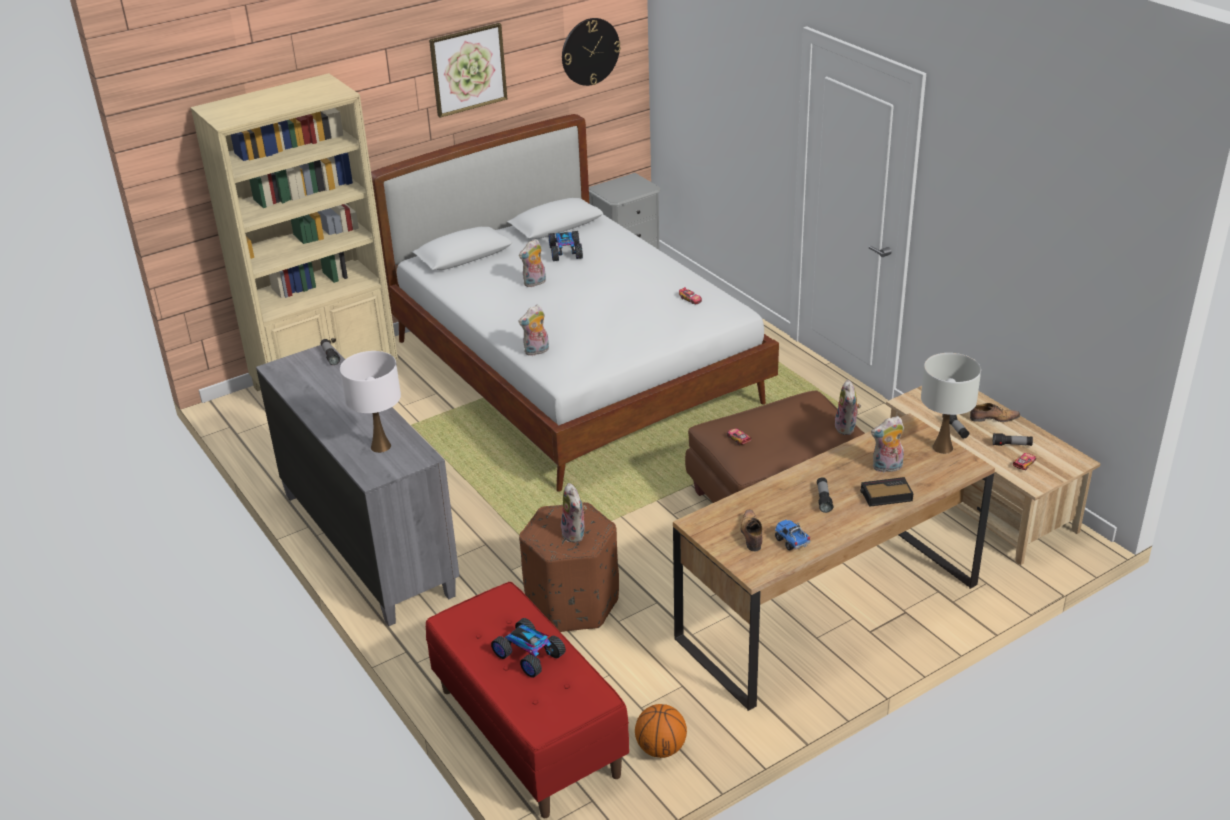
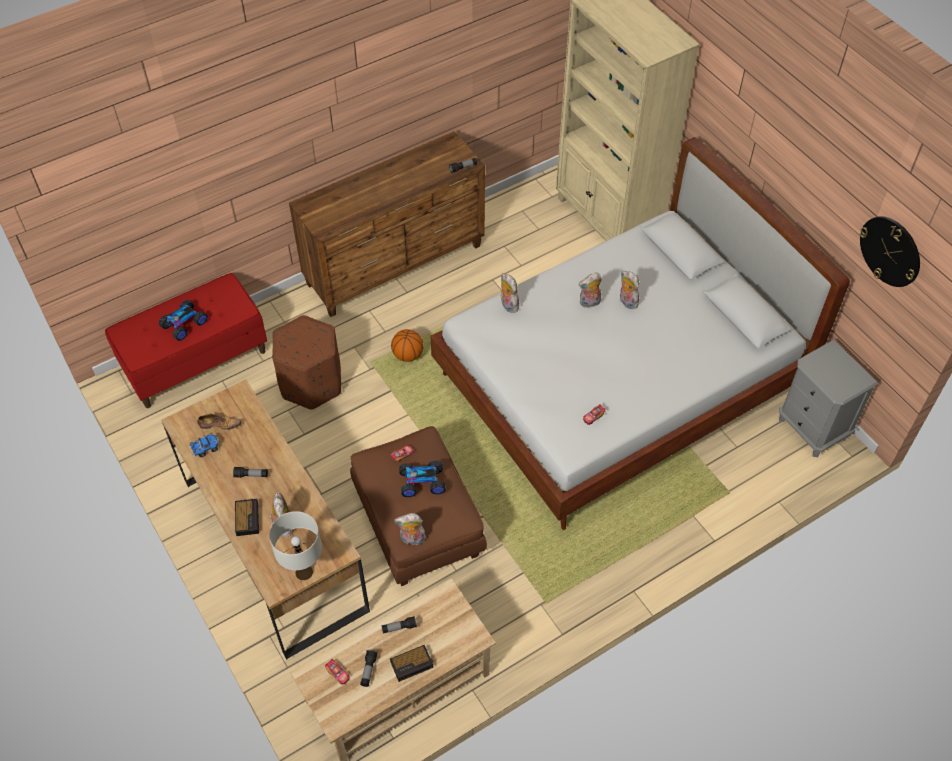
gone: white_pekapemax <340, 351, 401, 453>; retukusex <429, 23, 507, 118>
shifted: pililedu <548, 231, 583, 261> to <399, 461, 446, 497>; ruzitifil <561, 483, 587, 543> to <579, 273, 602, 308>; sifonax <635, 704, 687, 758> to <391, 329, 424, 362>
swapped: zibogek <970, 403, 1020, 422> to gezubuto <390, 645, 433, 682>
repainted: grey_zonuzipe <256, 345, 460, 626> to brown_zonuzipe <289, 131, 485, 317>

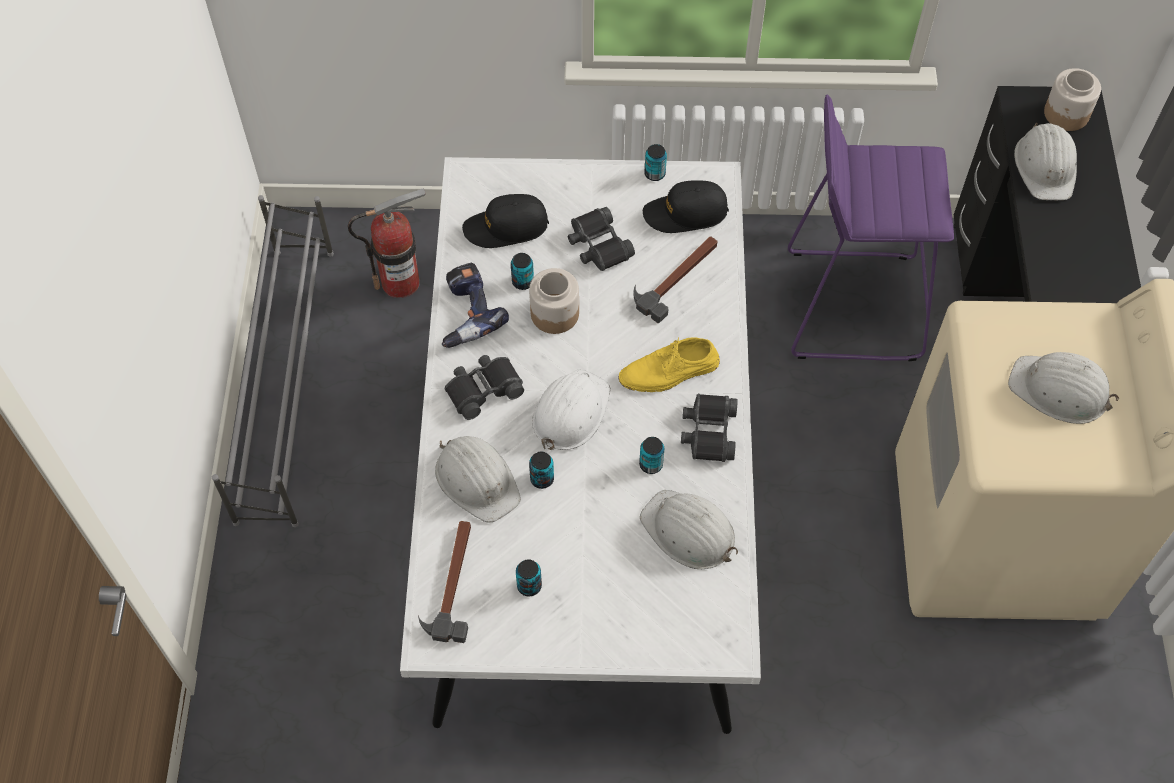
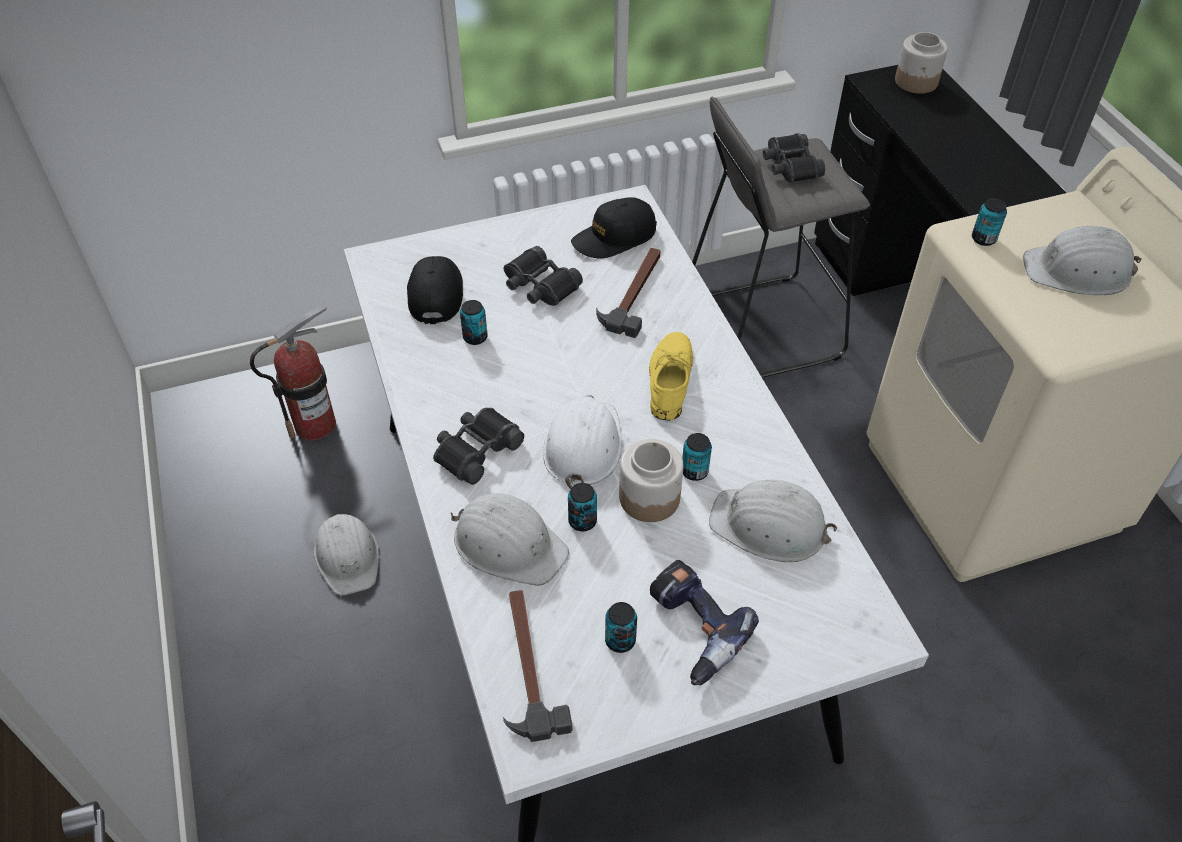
gone: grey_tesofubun <212, 195, 334, 527>
shifted: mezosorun <442, 263, 509, 348> to <650, 560, 759, 685>; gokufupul <529, 268, 579, 334> to <619, 439, 684, 522>; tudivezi <644, 144, 667, 181> to <972, 198, 1007, 246>; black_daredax <681, 394, 737, 462> to <763, 133, 825, 183>; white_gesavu <1014, 123, 1077, 200> to <314, 514, 379, 595>
repainted: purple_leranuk <788, 94, 954, 361> to grey_leranuk <692, 97, 870, 378>
rotated: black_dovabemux <462, 194, 549, 248> = <407, 256, 463, 324> 120 degrees clockwise; yellow_zibogek <619, 337, 720, 392> = <649, 332, 693, 421> 135 degrees clockwise

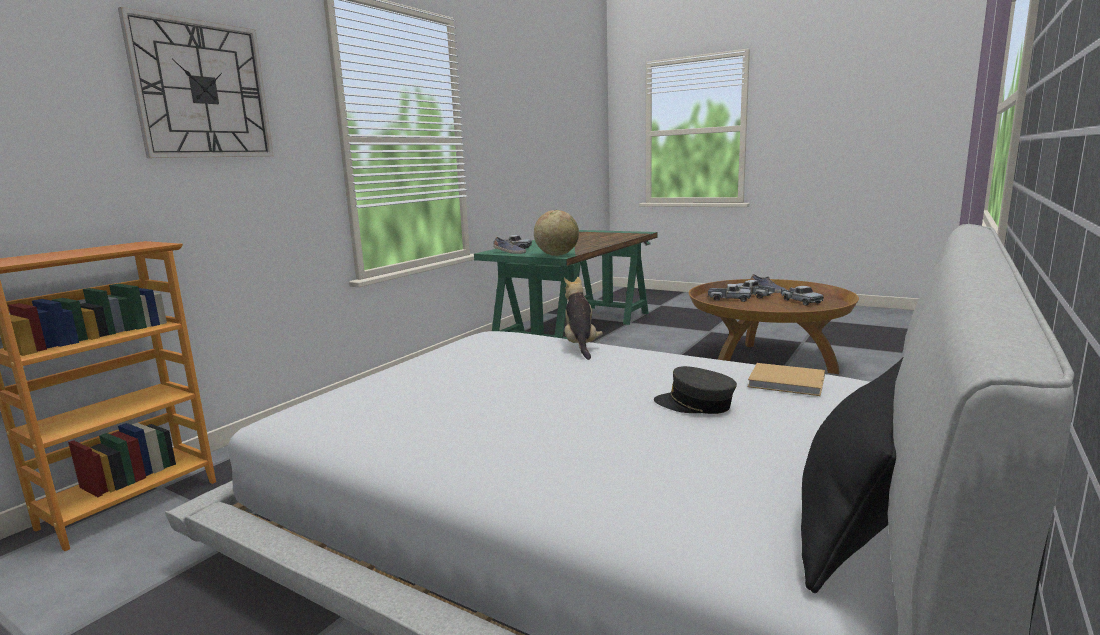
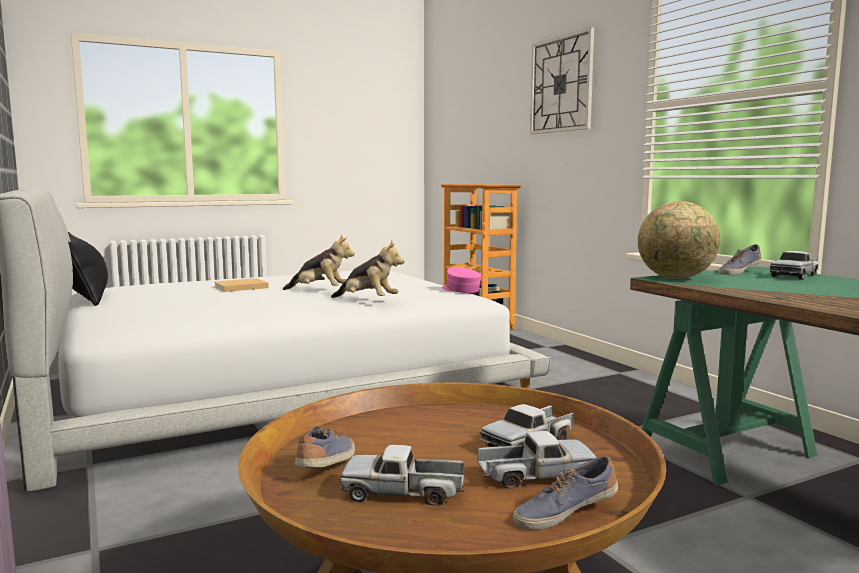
gone: grey_dovabemux <654, 366, 737, 414>
new: ruzitifil <283, 234, 355, 290>; zibogek <295, 426, 355, 468>; pink_dovabemux <442, 267, 482, 293>
shifted: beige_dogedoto <748, 363, 825, 396> to <214, 278, 269, 292>

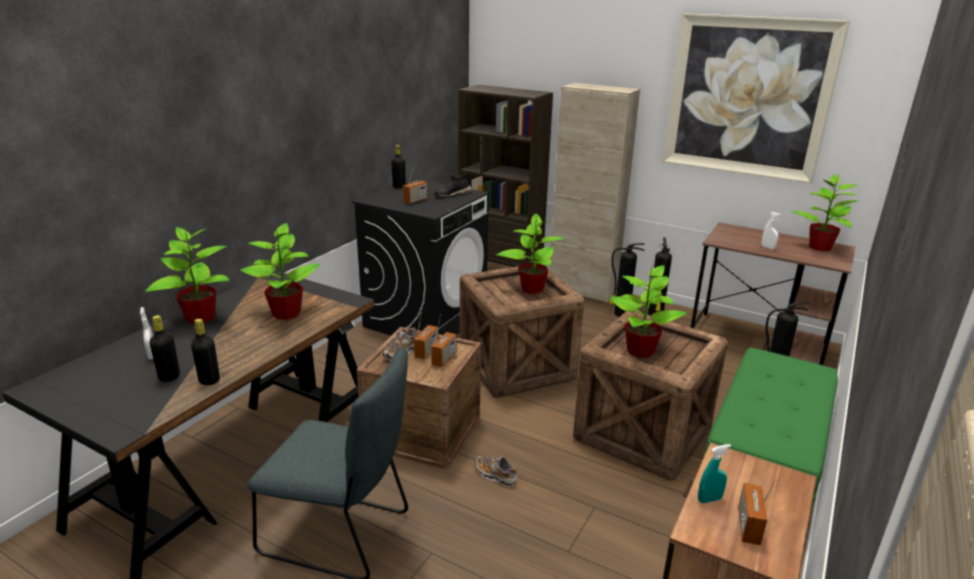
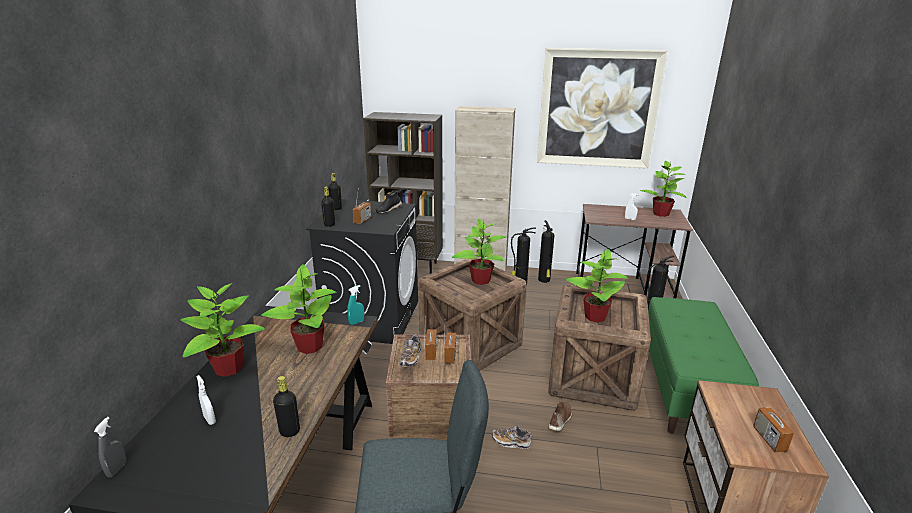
new: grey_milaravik <94, 417, 126, 477>; brown_zibogek <548, 401, 572, 432>
shifted: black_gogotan <150, 315, 180, 382> to <321, 187, 335, 227>; turquoise_milaravik <698, 444, 731, 503> to <347, 285, 364, 325>

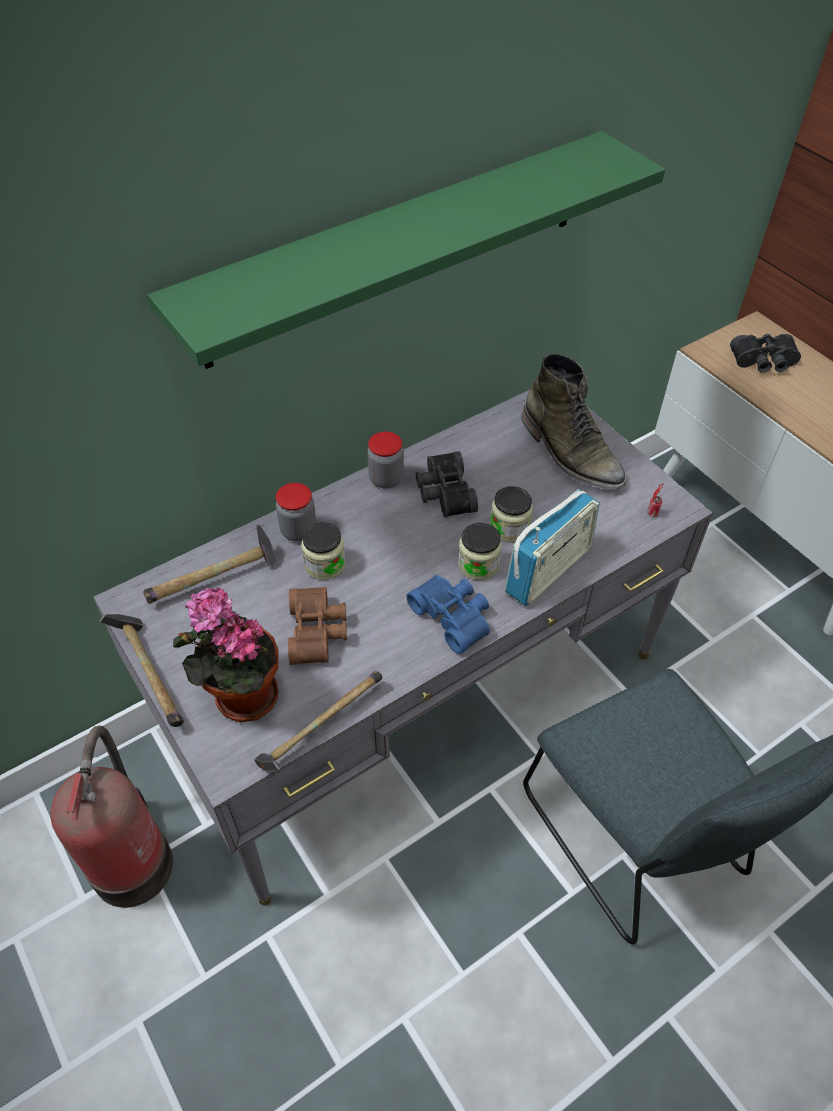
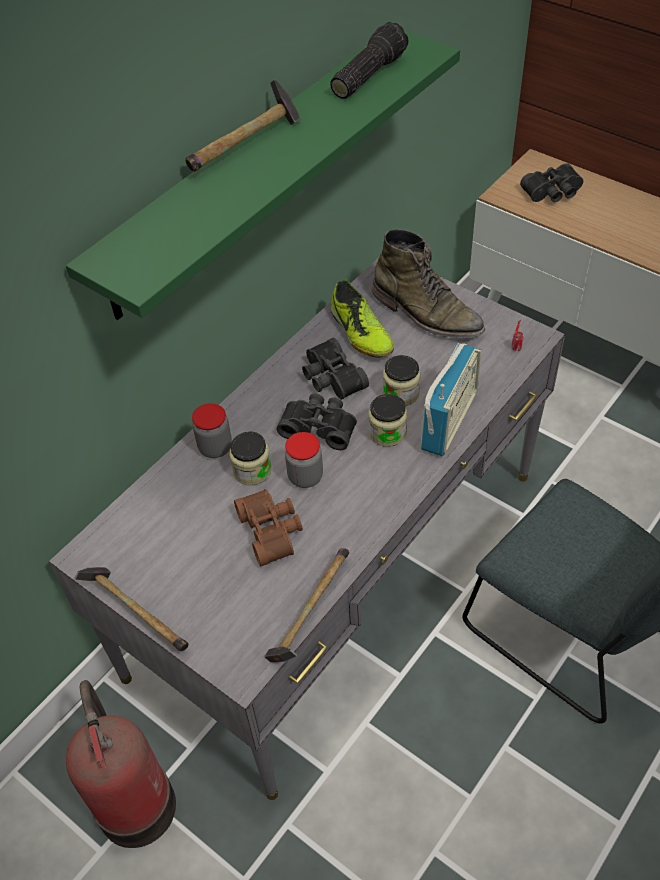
gone: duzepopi <173, 587, 279, 722>; blue_daredax <406, 575, 490, 654>
new: black_daredax <276, 393, 357, 450>; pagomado <330, 22, 409, 99>; zibogek <331, 280, 394, 358>
shifted: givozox <143, 524, 278, 604> to <185, 79, 301, 172>; gokufupul <367, 432, 404, 489> to <285, 432, 323, 488>

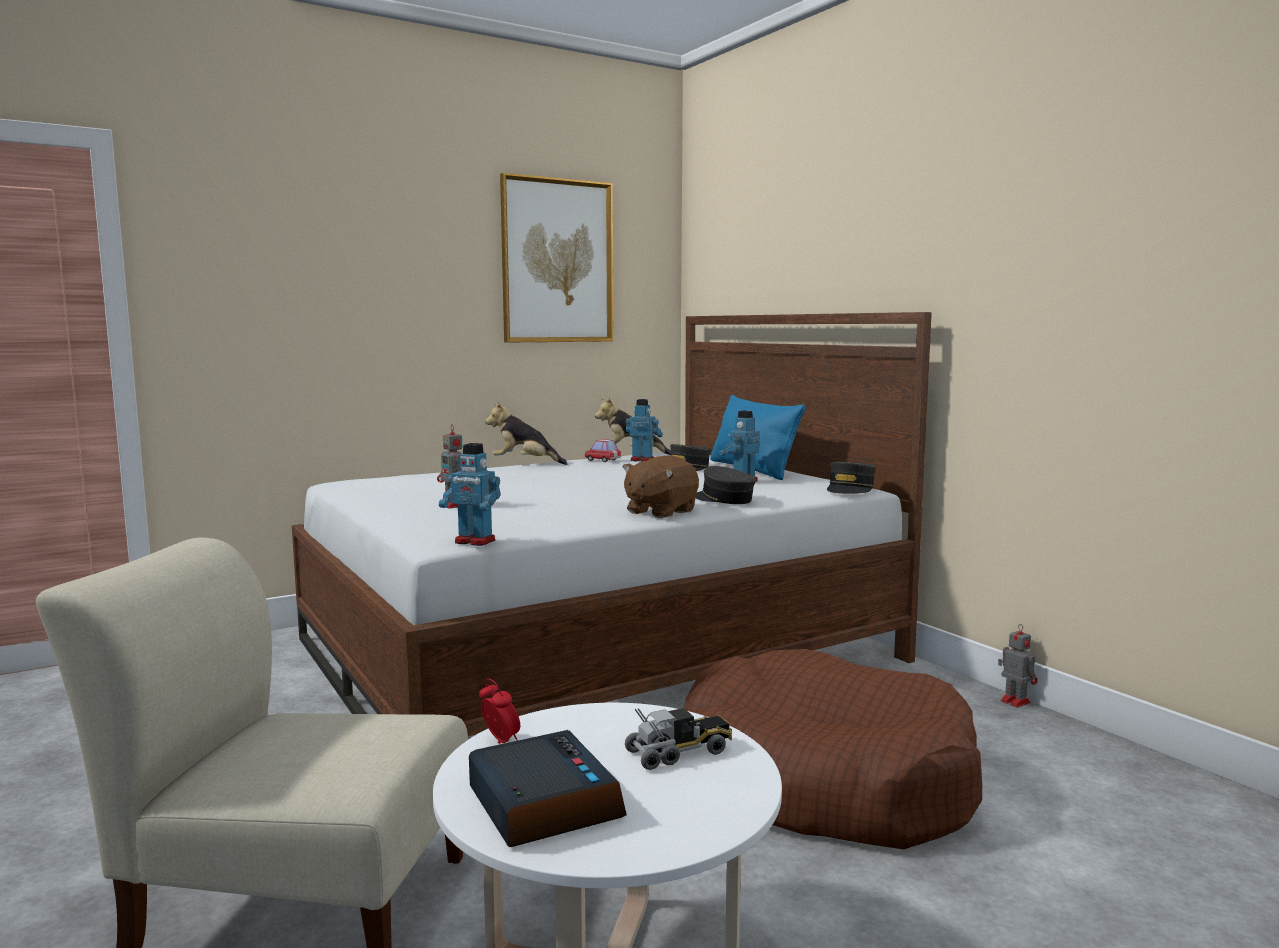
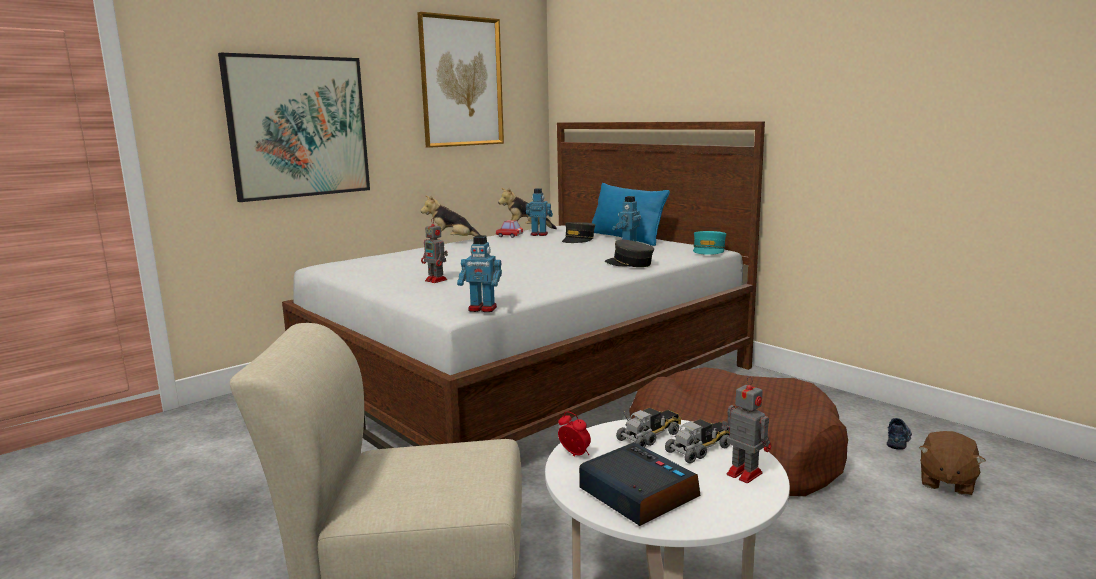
new: retukusex <218, 53, 370, 202>; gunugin <616, 408, 681, 447>; zibogek <887, 418, 912, 450>
shifted: brown_ruzitifil <623, 455, 699, 518> to <919, 431, 986, 496>; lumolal <998, 624, 1038, 708> to <722, 376, 771, 483>
repainted: grey_dovabemux <827, 462, 876, 494> to turquoise_dovabemux <693, 231, 726, 255>

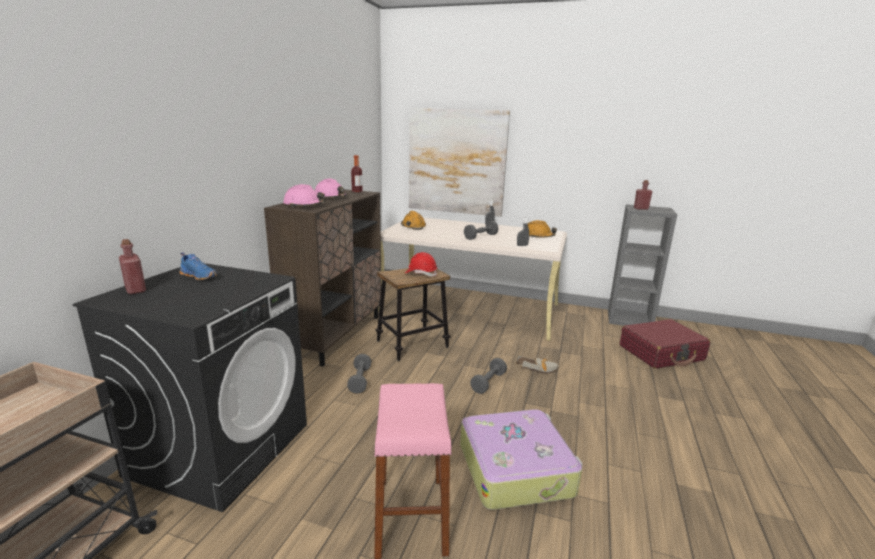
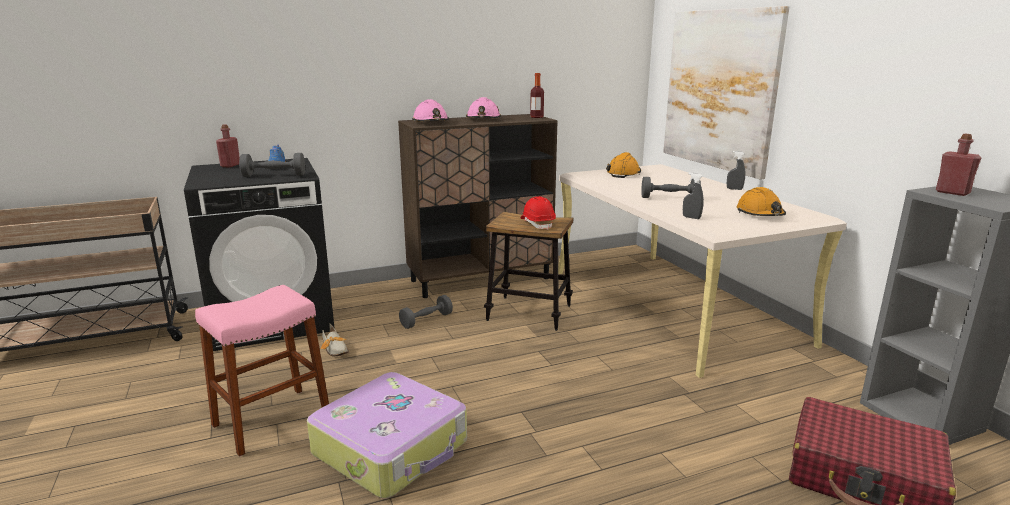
shifted: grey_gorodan <470, 358, 507, 394> to <239, 153, 305, 177>; zibogek <516, 355, 559, 373> to <321, 324, 349, 356>

